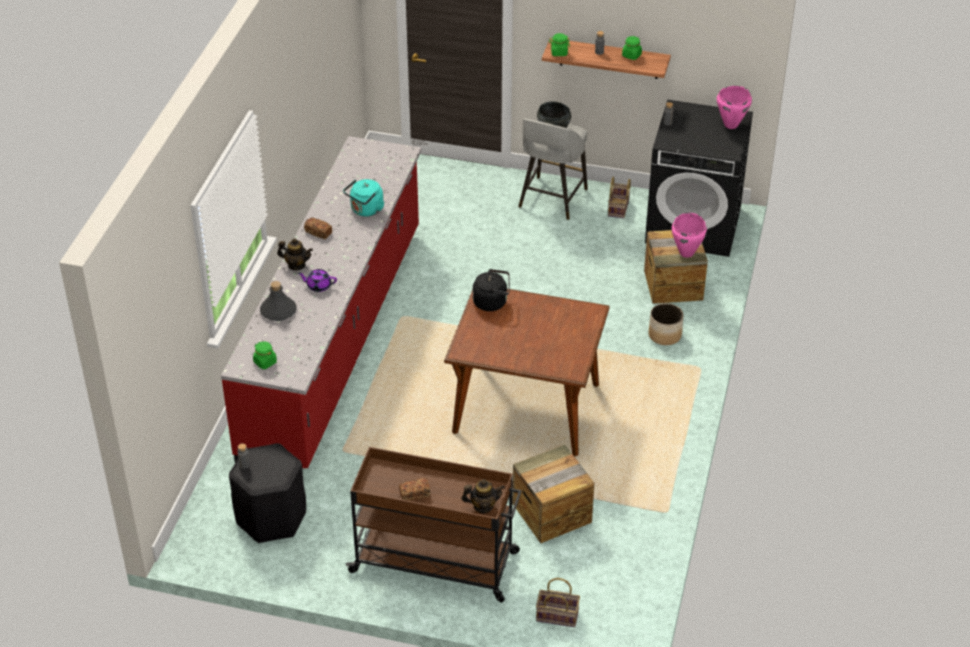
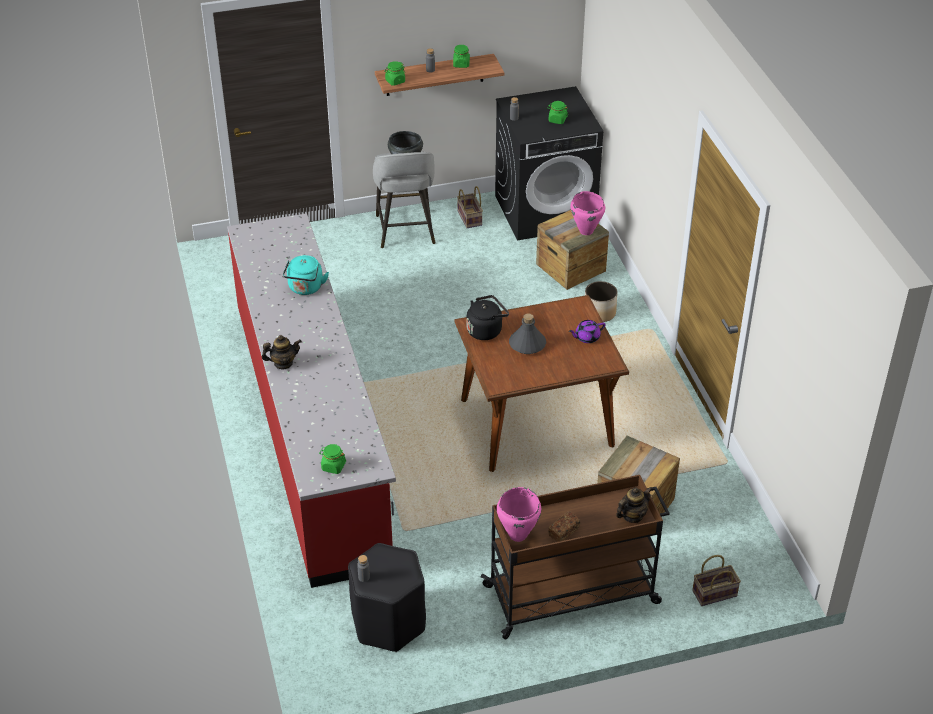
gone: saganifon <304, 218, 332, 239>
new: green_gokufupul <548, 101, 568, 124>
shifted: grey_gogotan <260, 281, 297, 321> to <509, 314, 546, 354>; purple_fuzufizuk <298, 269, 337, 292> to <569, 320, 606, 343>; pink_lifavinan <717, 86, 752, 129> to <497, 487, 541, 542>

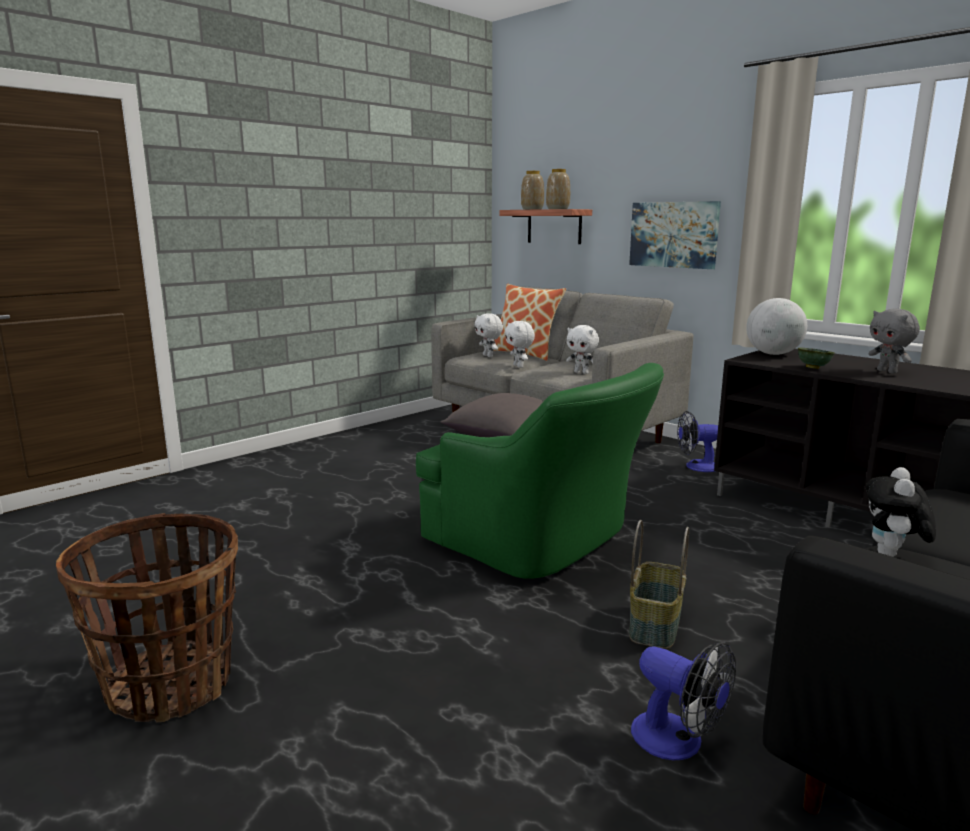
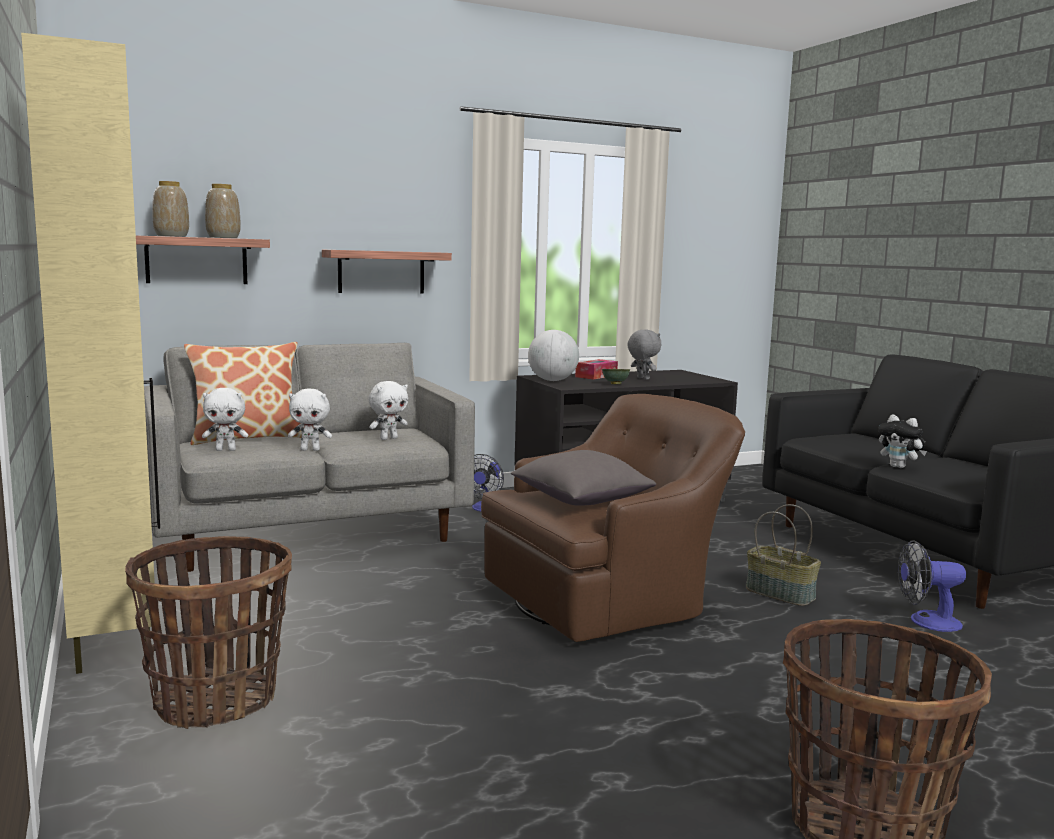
new: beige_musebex <21, 33, 160, 674>; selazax <125, 536, 292, 729>; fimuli <575, 359, 618, 380>
swapped: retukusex <629, 201, 721, 269> to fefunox <322, 250, 452, 294>
repainted: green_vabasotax <416, 363, 664, 579> to brown_vabasotax <481, 394, 745, 642>
rotated: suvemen <631, 642, 736, 760> = <898, 540, 966, 632> 150 degrees counterclockwise; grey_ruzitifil <869, 309, 920, 374> = <627, 330, 661, 380> 120 degrees counterclockwise

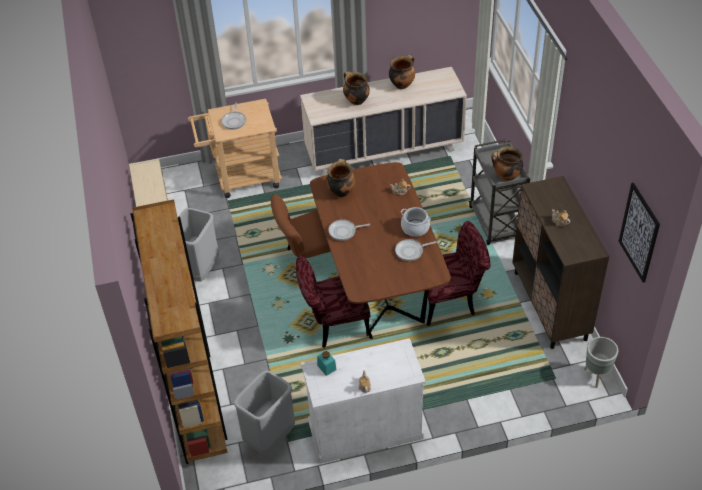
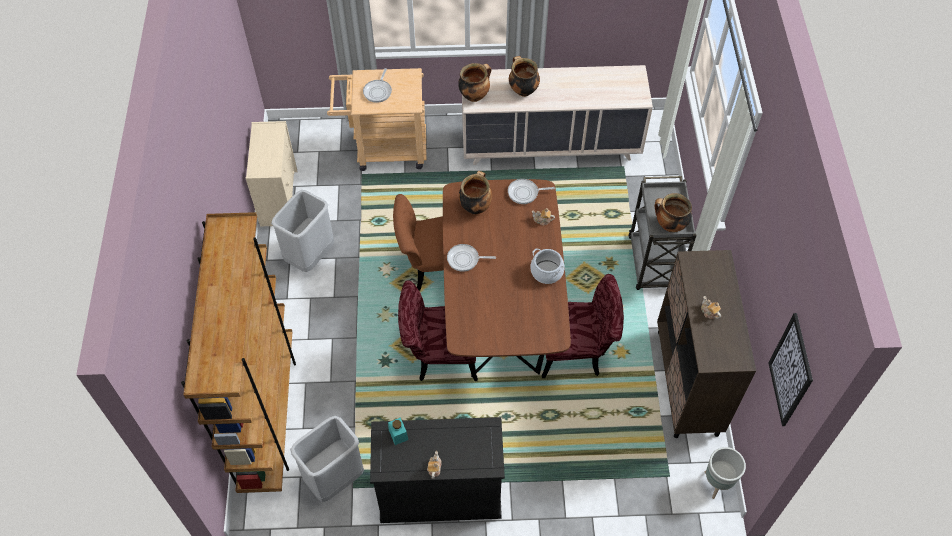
shifted: lifavinan <389, 55, 415, 89> to <458, 63, 491, 102>; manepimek <395, 239, 437, 261> to <508, 179, 555, 204>
repainted: white_musebex <301, 338, 426, 464> to black_musebex <370, 417, 505, 523>

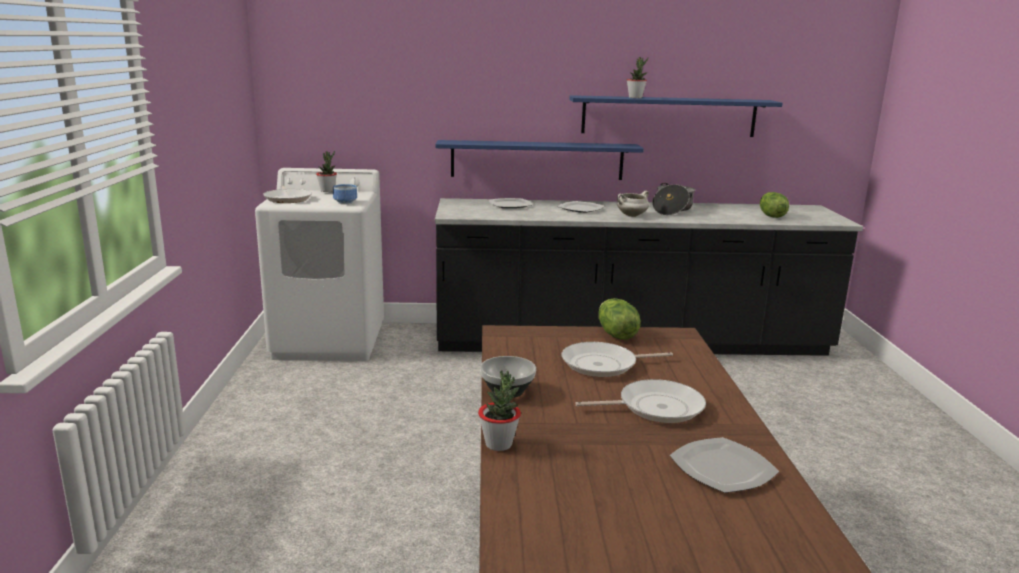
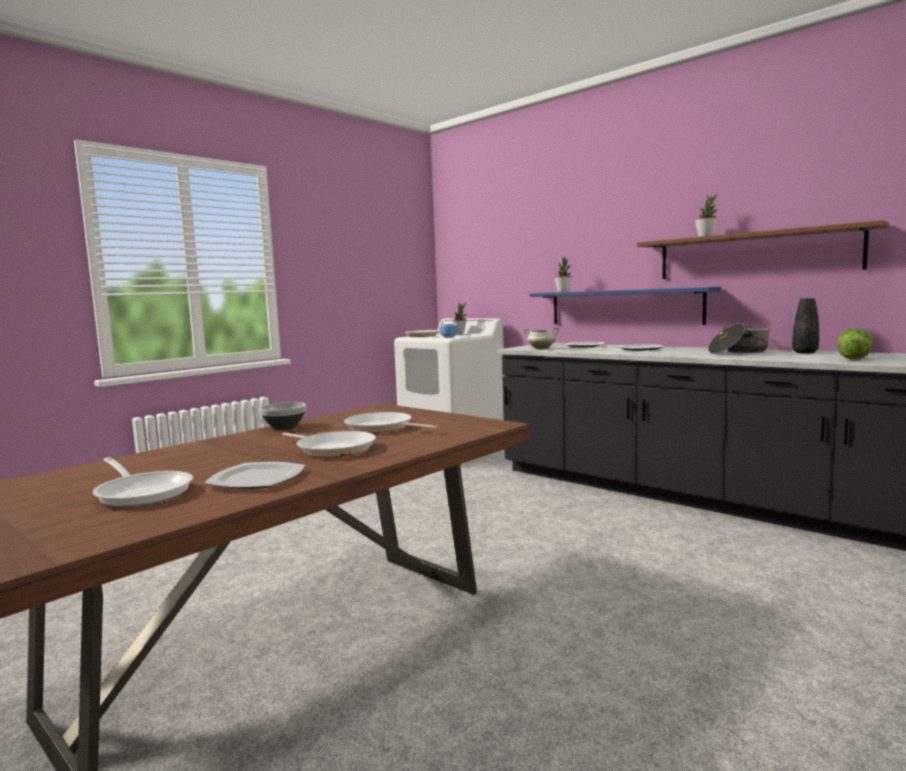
gone: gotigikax <599, 298, 641, 340>
new: manepimek <93, 457, 193, 507>; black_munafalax <792, 298, 819, 354>
shifted: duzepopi <478, 371, 521, 451> to <554, 257, 572, 292>; white_lifavinan <617, 191, 649, 217> to <524, 327, 559, 350>
repainted: blue_fefunox <569, 95, 783, 137> to brown_fefunox <637, 220, 890, 279>

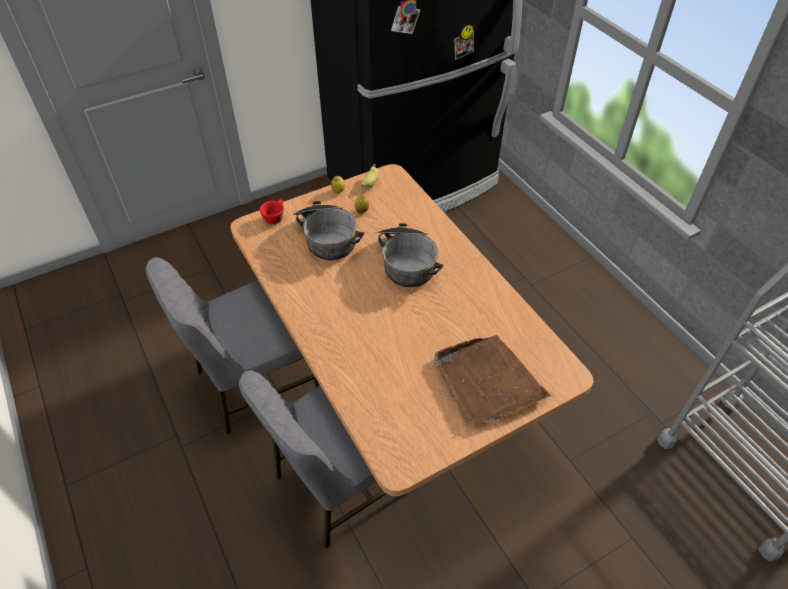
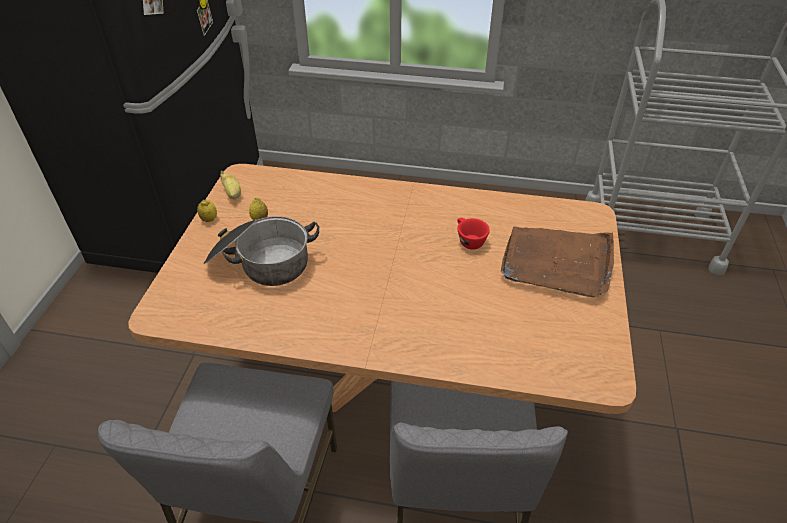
gone: lifavinan <377, 223, 444, 287>
shifted: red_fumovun <260, 199, 284, 224> to <457, 218, 490, 250>

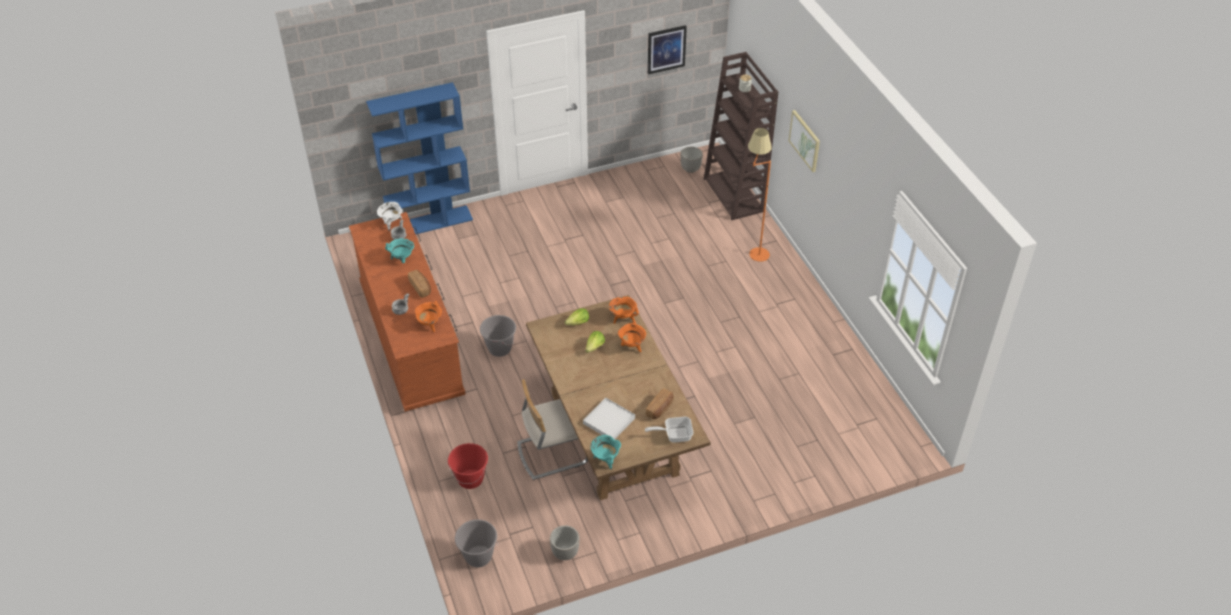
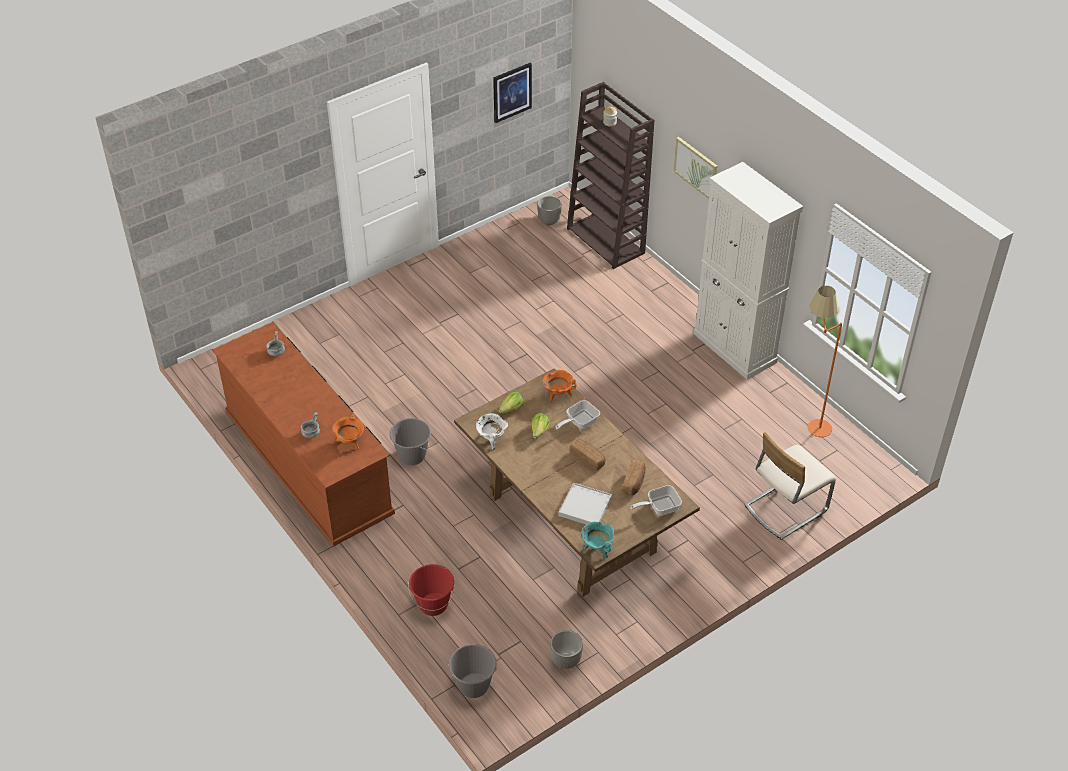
gone: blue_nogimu <366, 82, 473, 234>; turquoise_lifavinan <385, 238, 414, 263>
new: white_musebex <693, 162, 803, 380>
shifted: white_lifavinan <377, 202, 403, 230> to <476, 413, 508, 450>; saganifon <408, 270, 431, 298> to <571, 439, 606, 471>; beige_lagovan <517, 379, 588, 480> to <744, 432, 836, 540>; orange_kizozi <748, 128, 771, 262> to <808, 286, 842, 437>
swapped: orange_lifavinan <618, 321, 646, 352> to manepimek <555, 400, 600, 430>

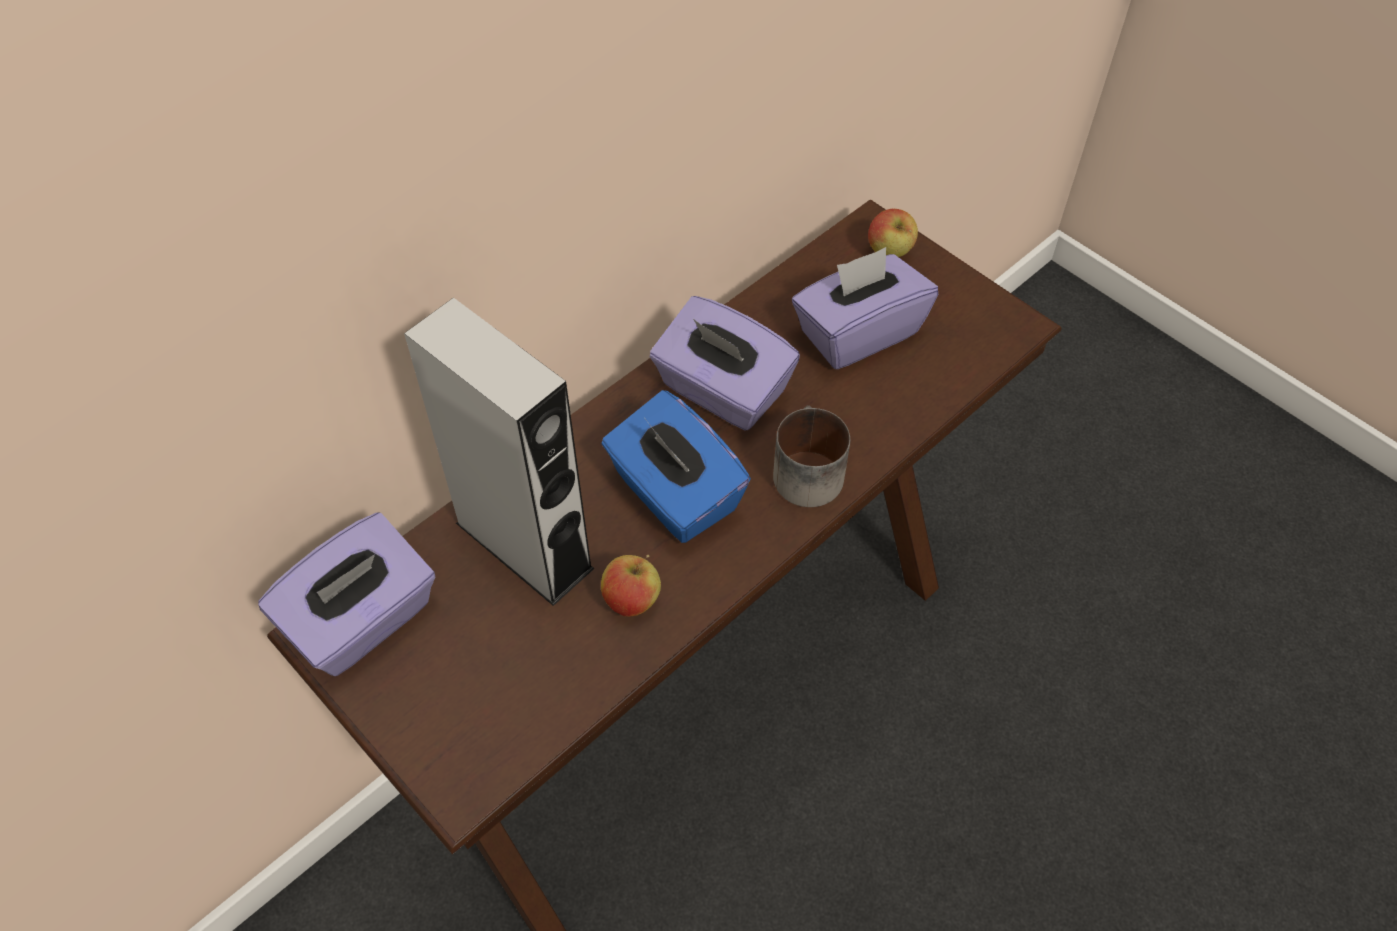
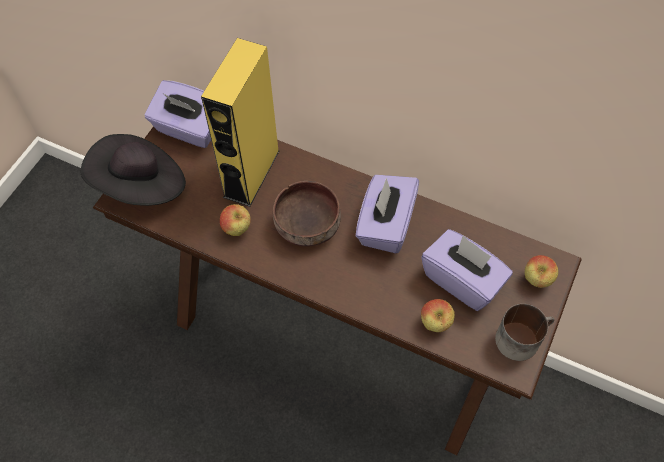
new: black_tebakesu <81, 134, 186, 206>; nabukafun <421, 299, 455, 332>
shifted: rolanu <773, 405, 850, 507> to <495, 304, 555, 361>
swapped: blue_fimuli <601, 390, 751, 543> to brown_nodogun <273, 181, 341, 247>
repainted: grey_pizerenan <404, 297, 594, 606> to yellow_pizerenan <201, 38, 280, 207>

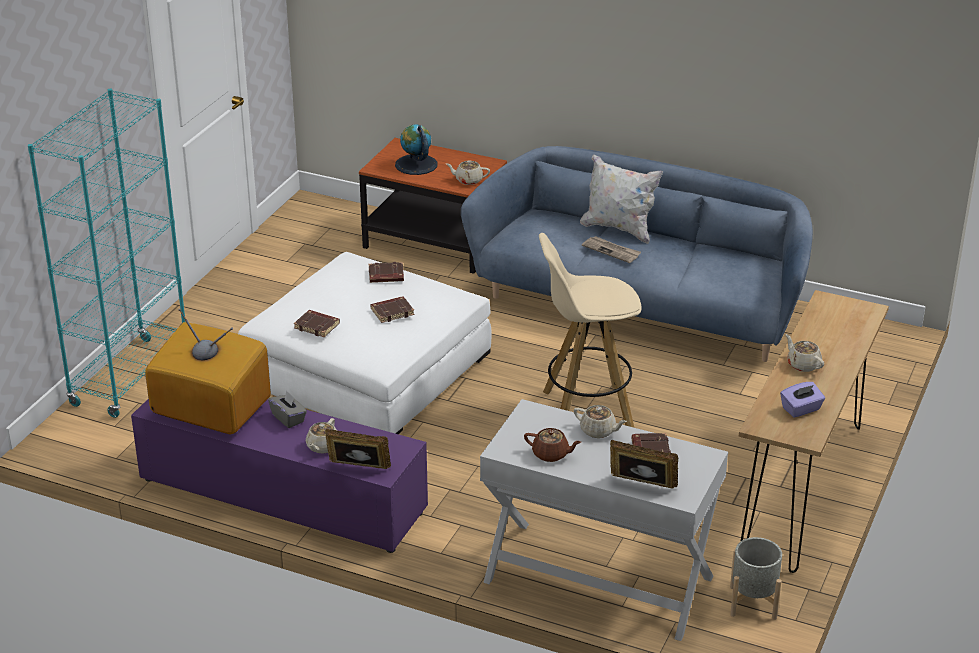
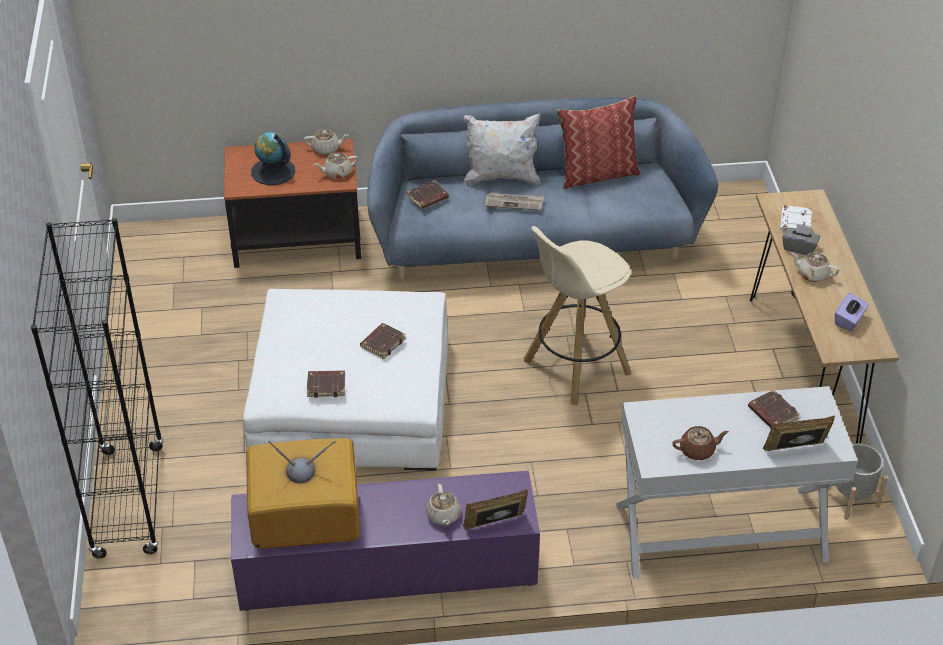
new: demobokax <556, 96, 640, 189>; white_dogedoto <780, 205, 812, 232>
shifted: grey_fimuli <268, 390, 307, 428> to <782, 223, 820, 255>; brown_dogedoto <369, 262, 404, 283> to <407, 180, 449, 209>; beige_fuzufizuk <574, 405, 627, 438> to <304, 129, 348, 155>
repainted: turquoise_nogimu <28, 89, 186, 418> to black_nogimu <31, 218, 164, 559>

